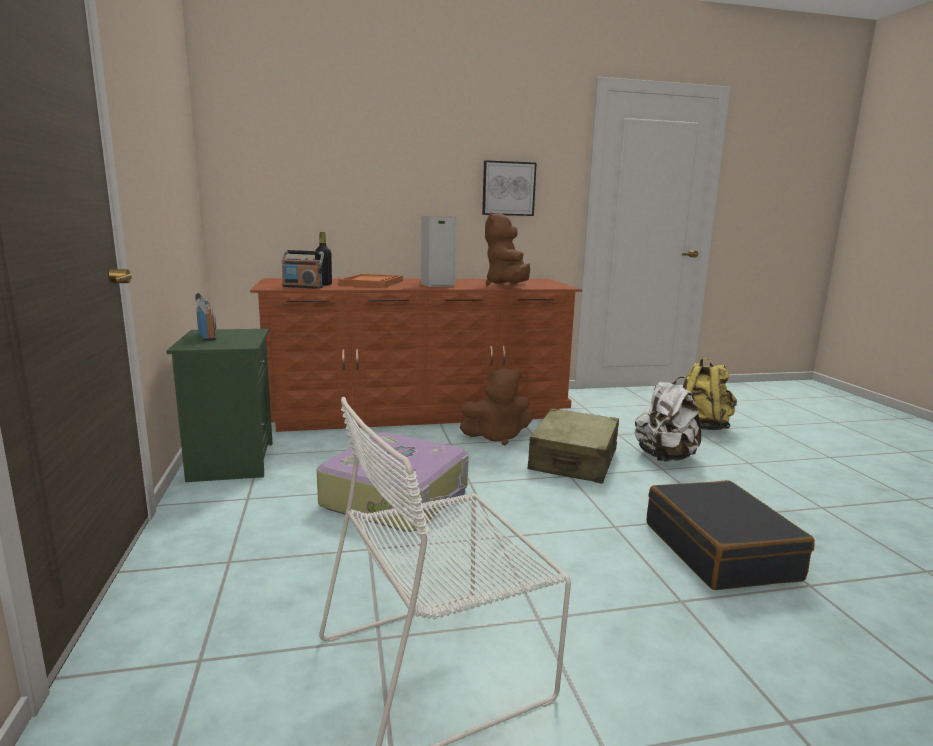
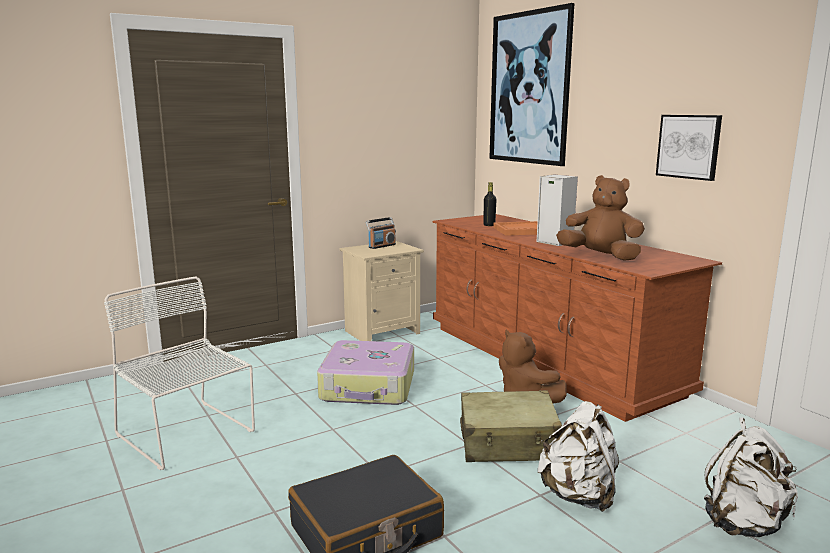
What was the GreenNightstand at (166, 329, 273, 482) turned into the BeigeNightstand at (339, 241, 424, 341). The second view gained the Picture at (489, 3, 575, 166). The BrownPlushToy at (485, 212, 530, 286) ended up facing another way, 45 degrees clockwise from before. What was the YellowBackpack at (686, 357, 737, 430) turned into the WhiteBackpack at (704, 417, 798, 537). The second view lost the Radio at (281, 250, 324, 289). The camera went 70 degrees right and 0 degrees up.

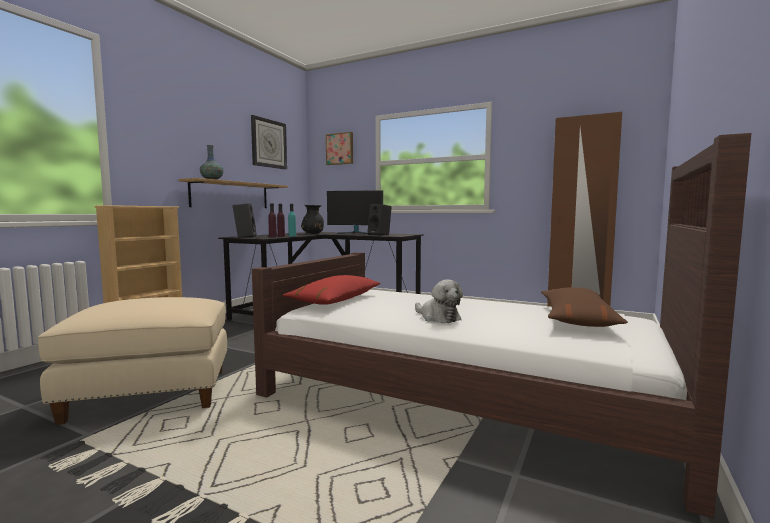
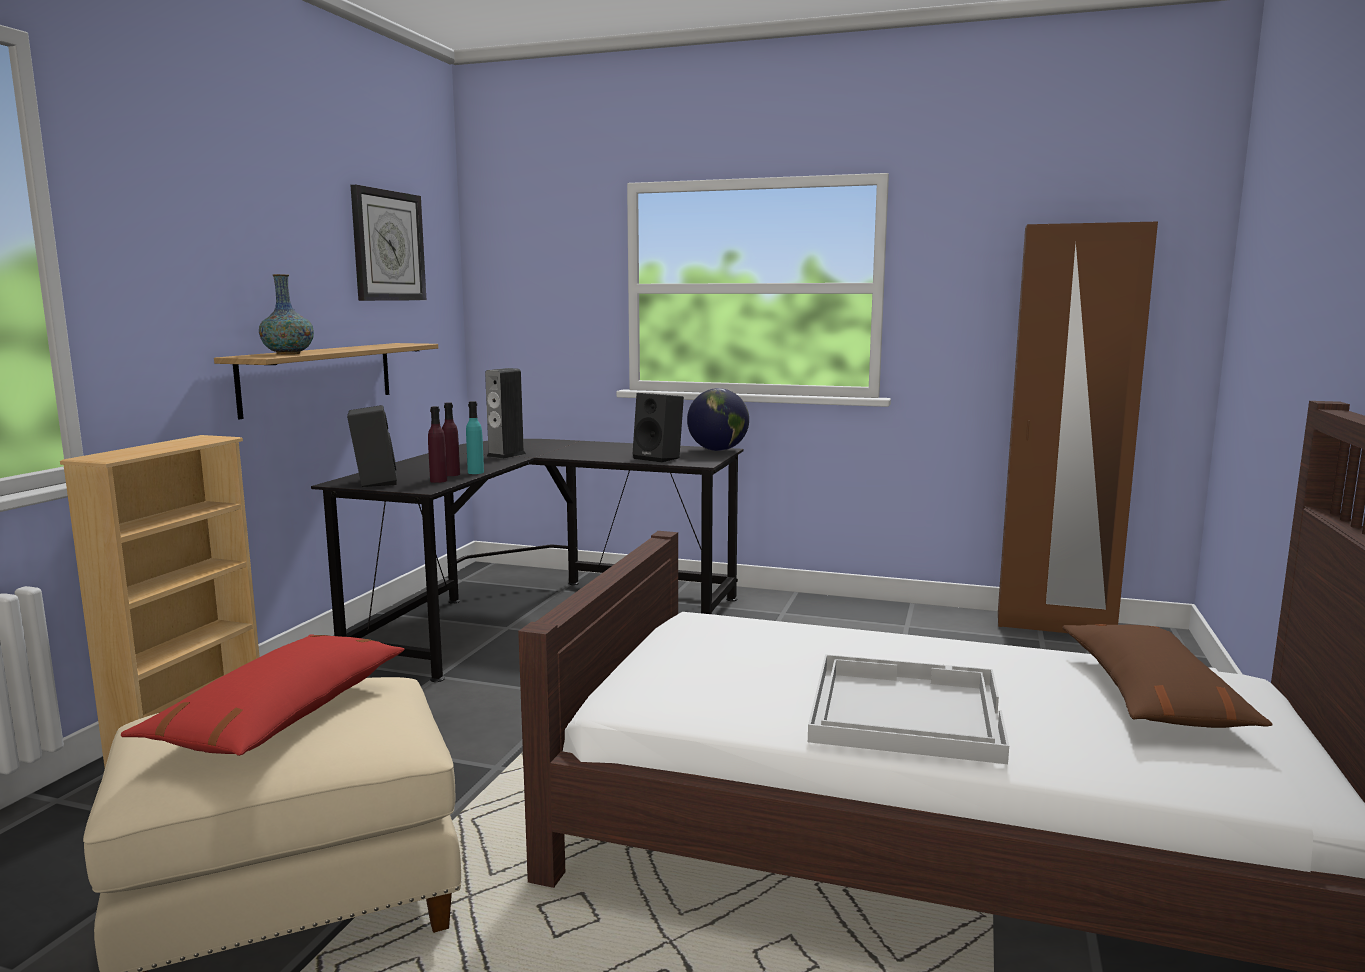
The RedPillow ended up elsewhere, having gone from (283, 275, 381, 305) to (121, 634, 405, 756). Where the BlackVase stood at (301, 205, 324, 234), the Speaker came to stand at (485, 368, 526, 459). The second view gained the Globe at (687, 388, 749, 451). Where the PlushToy stood at (415, 280, 463, 323), the WhiteTray came to stand at (808, 654, 1009, 764). The second view lost the Picture at (326, 132, 353, 165). The second view lost the Monitor at (327, 190, 383, 234). The camera went 10 degrees left and 5 degrees up.

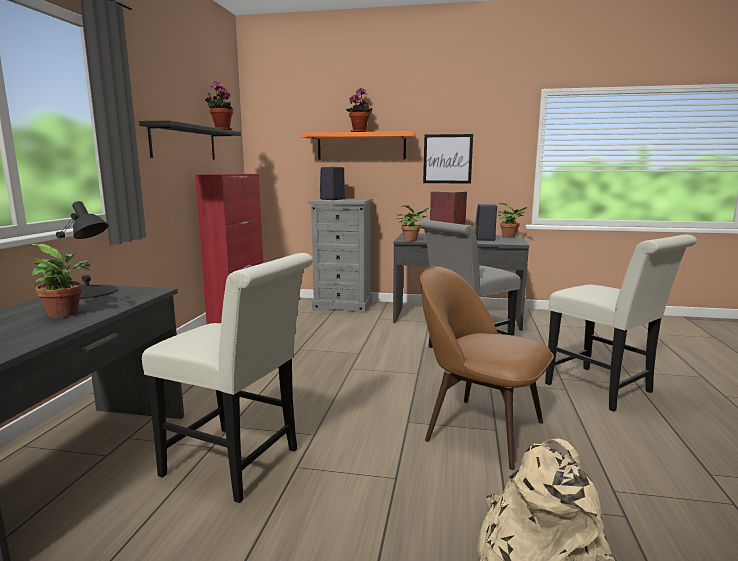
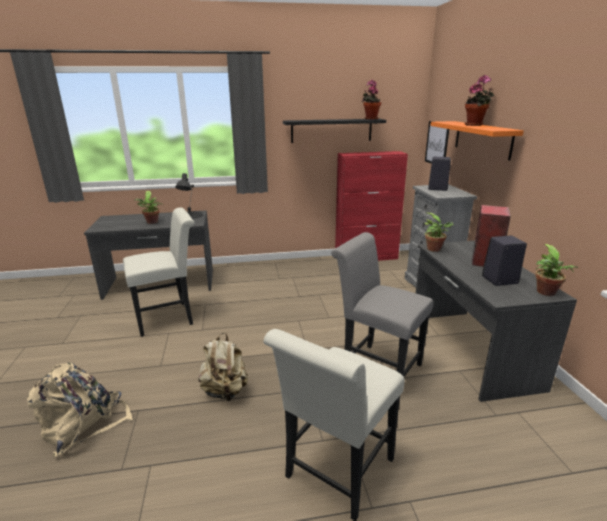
The WhiteChair at (142, 253, 313, 503) ended up facing another way, 120 degrees counterclockwise from before. Where the BrownChair stood at (420, 266, 554, 470), the BeigeBackpack came to stand at (198, 333, 248, 401). The Picture ended up elsewhere, having gone from (423, 134, 473, 184) to (425, 121, 449, 164). The camera went 70 degrees right and 10 degrees up.

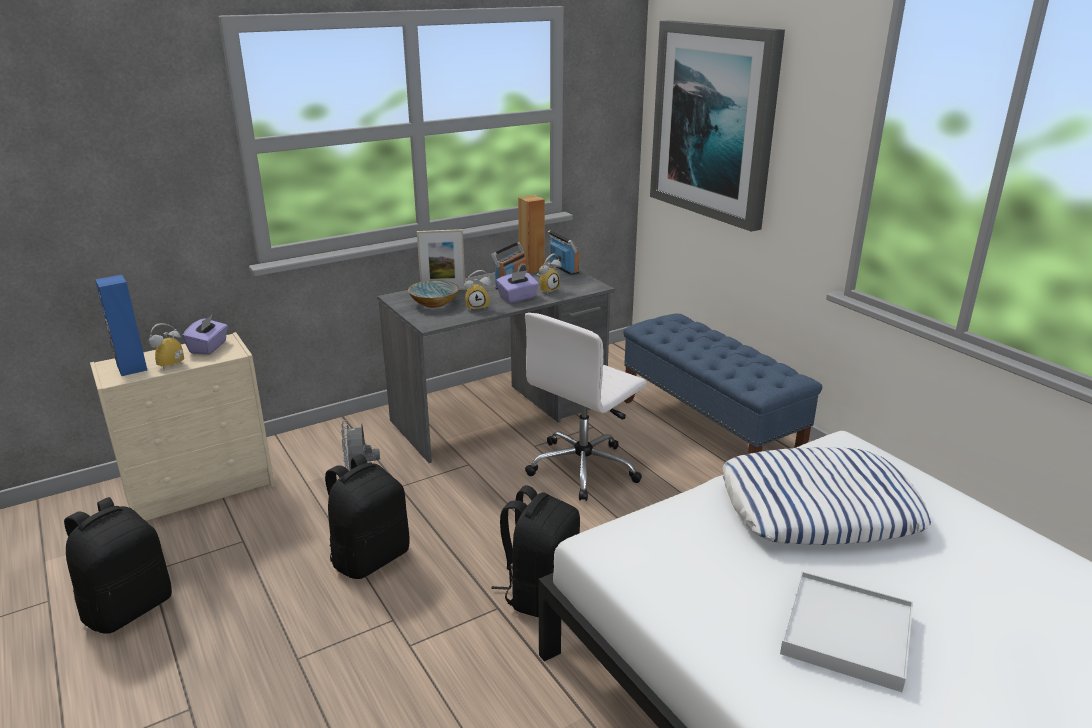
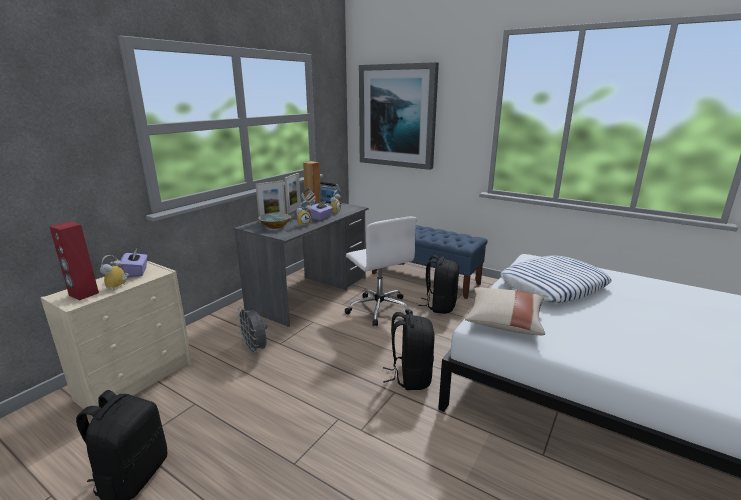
What was the BlueSpeaker at (95, 275, 147, 376) turned into the RedSpeaker at (49, 221, 99, 300). The second view gained the PictureFrame at (285, 173, 301, 214). The WhiteOfficeChair at (525, 313, 647, 501) ended up facing another way, 45 degrees counterclockwise from before. The BlackBackpack ended up elsewhere, having gone from (325, 454, 410, 579) to (418, 255, 459, 314). The second view gained the BeigePillow at (465, 287, 545, 336). The second view lost the WhiteTray at (780, 572, 913, 692). The camera went 25 degrees left and 5 degrees down.

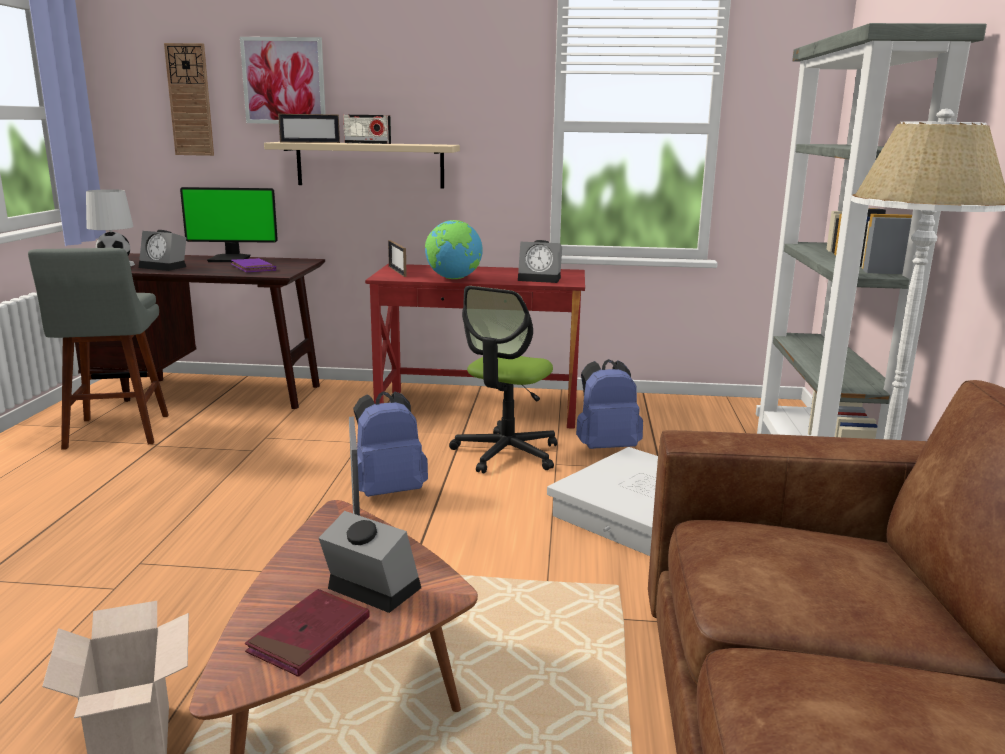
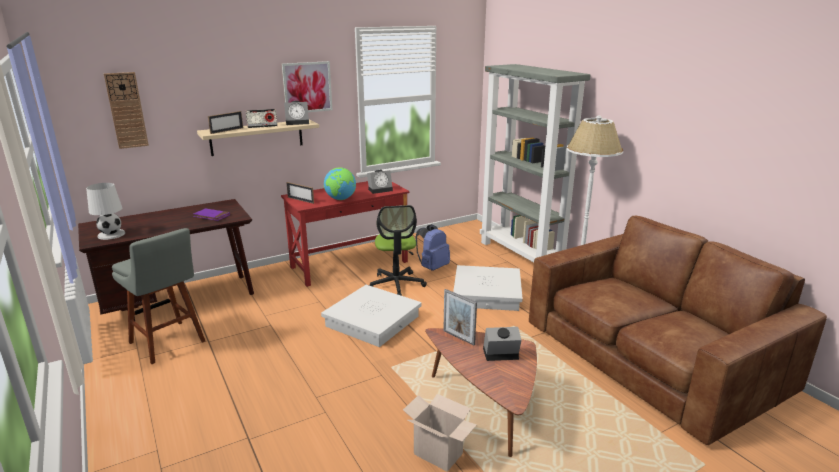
The Picture ended up elsewhere, having gone from (240, 37, 326, 124) to (282, 61, 332, 112). The AlarmClock ended up elsewhere, having gone from (139, 230, 186, 271) to (284, 101, 309, 125). Where the BlueBackpack stood at (353, 391, 428, 497), the WhiteStorageBox came to stand at (321, 285, 422, 347). The second view lost the Monitor at (180, 187, 278, 262). The second view lost the RedBook at (245, 589, 370, 677). The camera went 35 degrees left and 5 degrees up.

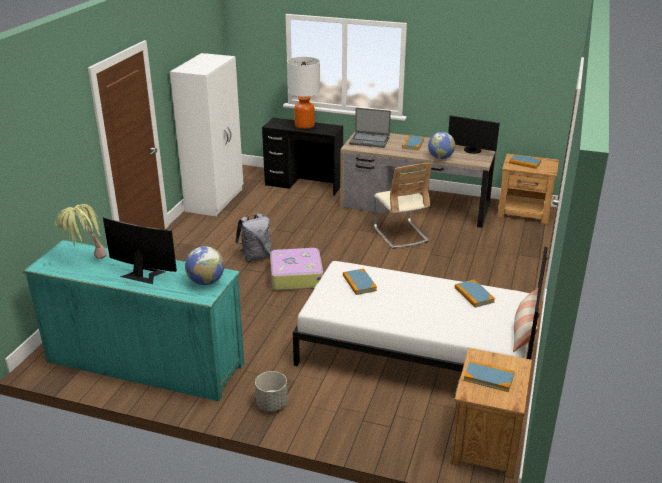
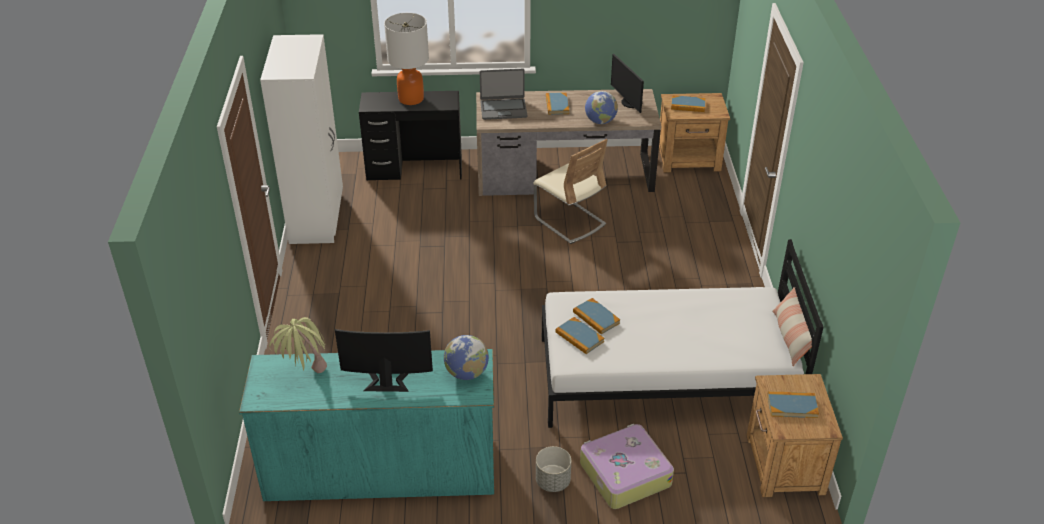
The Book ended up elsewhere, having gone from (455, 280, 495, 308) to (555, 317, 604, 354). The Suitcase ended up elsewhere, having gone from (270, 248, 323, 290) to (580, 424, 674, 509). The Monitor at (448, 115, 500, 154) ended up facing another way, 60 degrees clockwise from before. The second view lost the GreyBackpack at (235, 213, 271, 262). The camera went 20 degrees left and 10 degrees up.

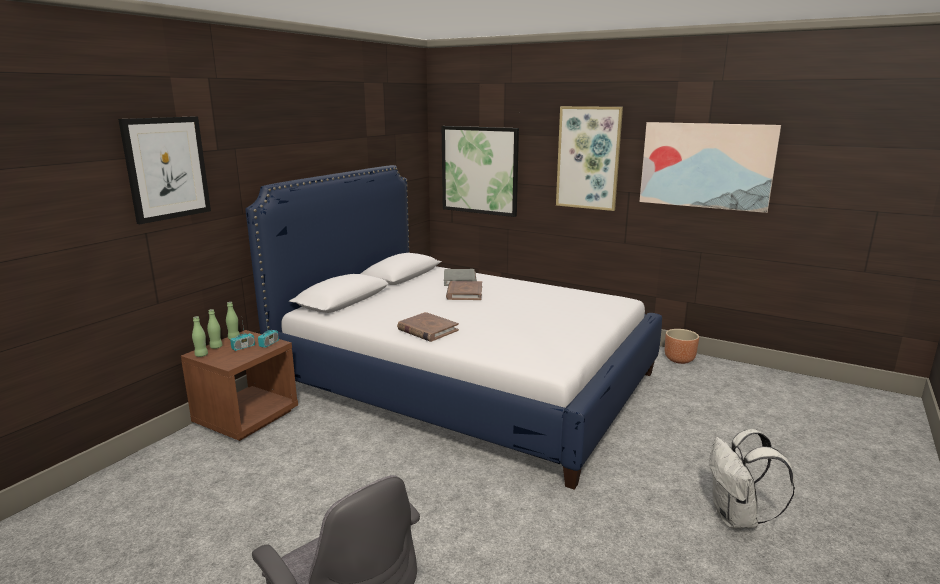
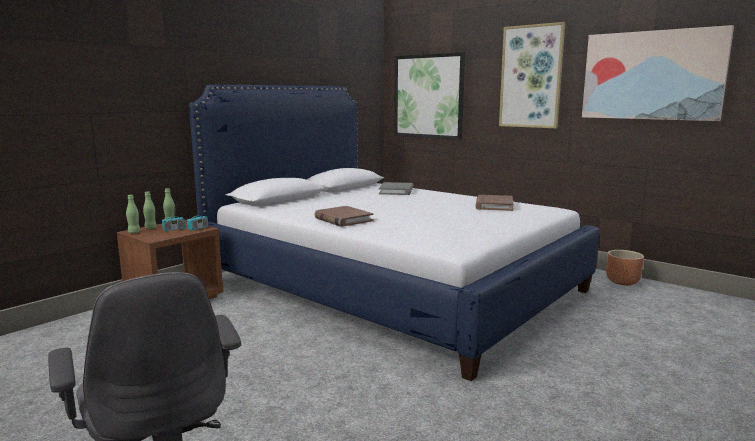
The BrownBook ended up elsewhere, having gone from (446, 281, 482, 300) to (475, 195, 514, 211). The second view lost the Picture at (118, 116, 211, 224). The second view lost the WhiteBackpack at (709, 429, 795, 528). The camera went 10 degrees right and 5 degrees down.

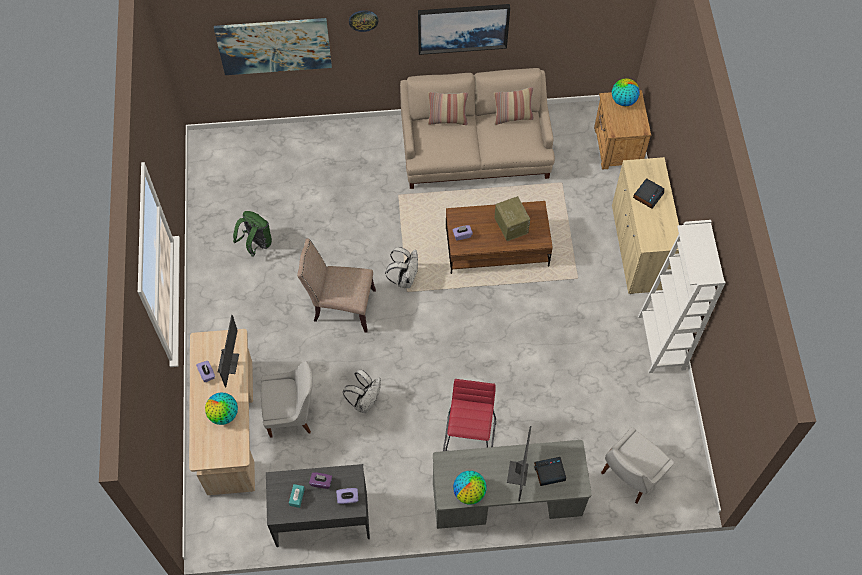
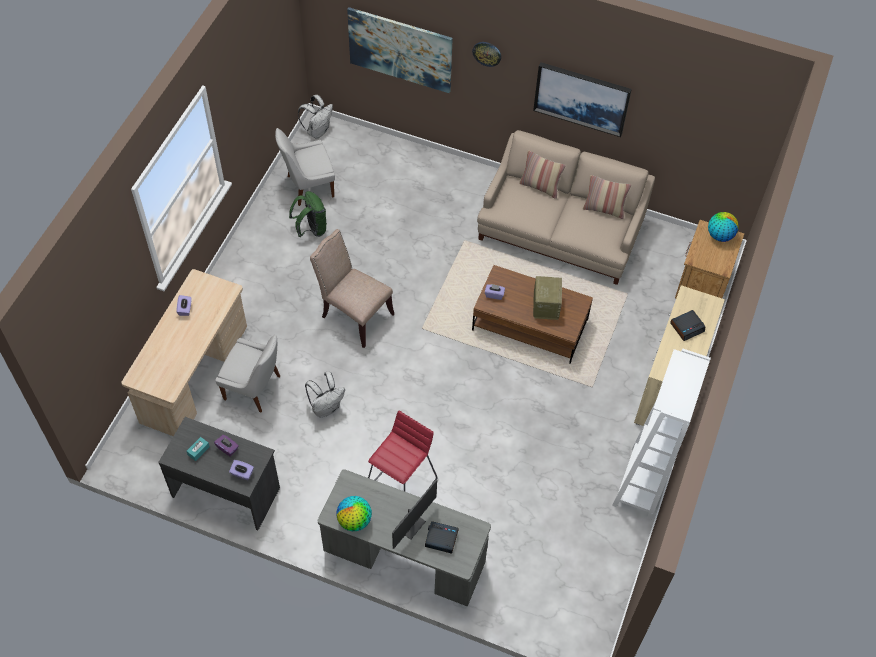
The WhiteChair ended up elsewhere, having gone from (601, 427, 674, 504) to (275, 128, 335, 206). The WhiteBackpack ended up elsewhere, having gone from (385, 247, 418, 288) to (298, 95, 333, 139). The second view lost the Globe at (205, 392, 238, 425). The second view lost the Monitor at (218, 315, 239, 387). The camera went 25 degrees right and 5 degrees down.

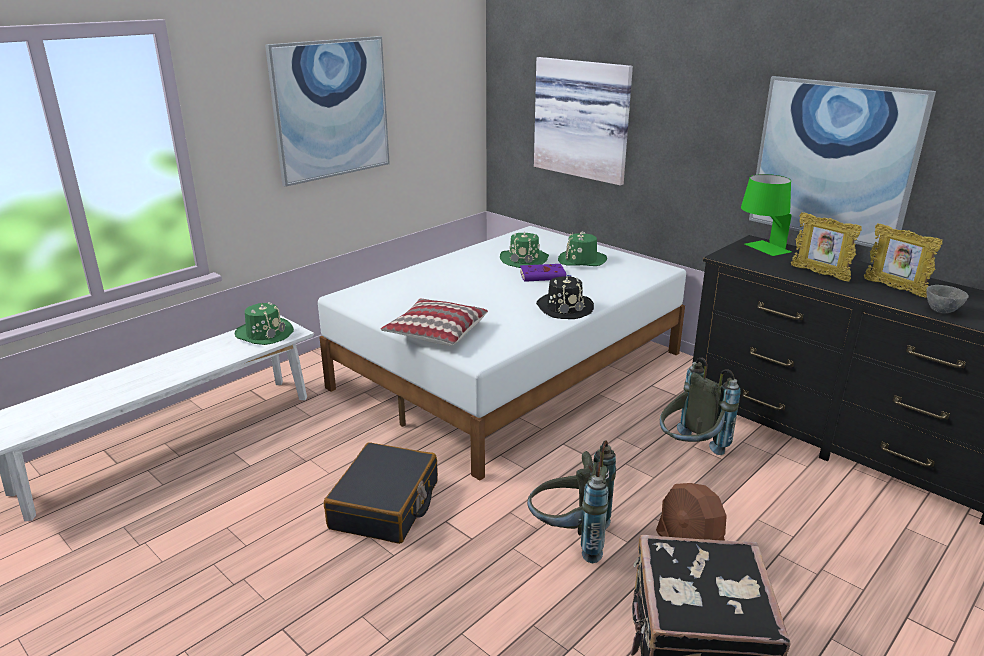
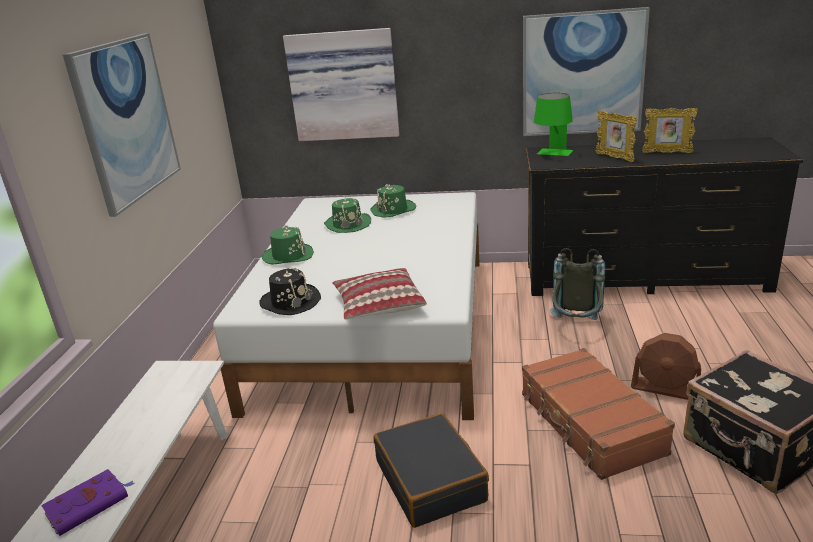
The PurpleBook ended up elsewhere, having gone from (520, 264, 571, 282) to (41, 469, 135, 536). The BlackHat ended up elsewhere, having gone from (536, 276, 594, 319) to (259, 268, 321, 315). The GreenHat ended up elsewhere, having gone from (235, 302, 294, 345) to (262, 226, 314, 265). Where the GreyBackpack stood at (527, 440, 616, 564), the BrownSuitcase came to stand at (522, 348, 675, 480). The PictureFrame at (791, 212, 862, 282) ended up facing another way, 45 degrees clockwise from before. The second view lost the GreyBowl at (926, 285, 969, 314). The camera went 35 degrees left and 0 degrees up.

